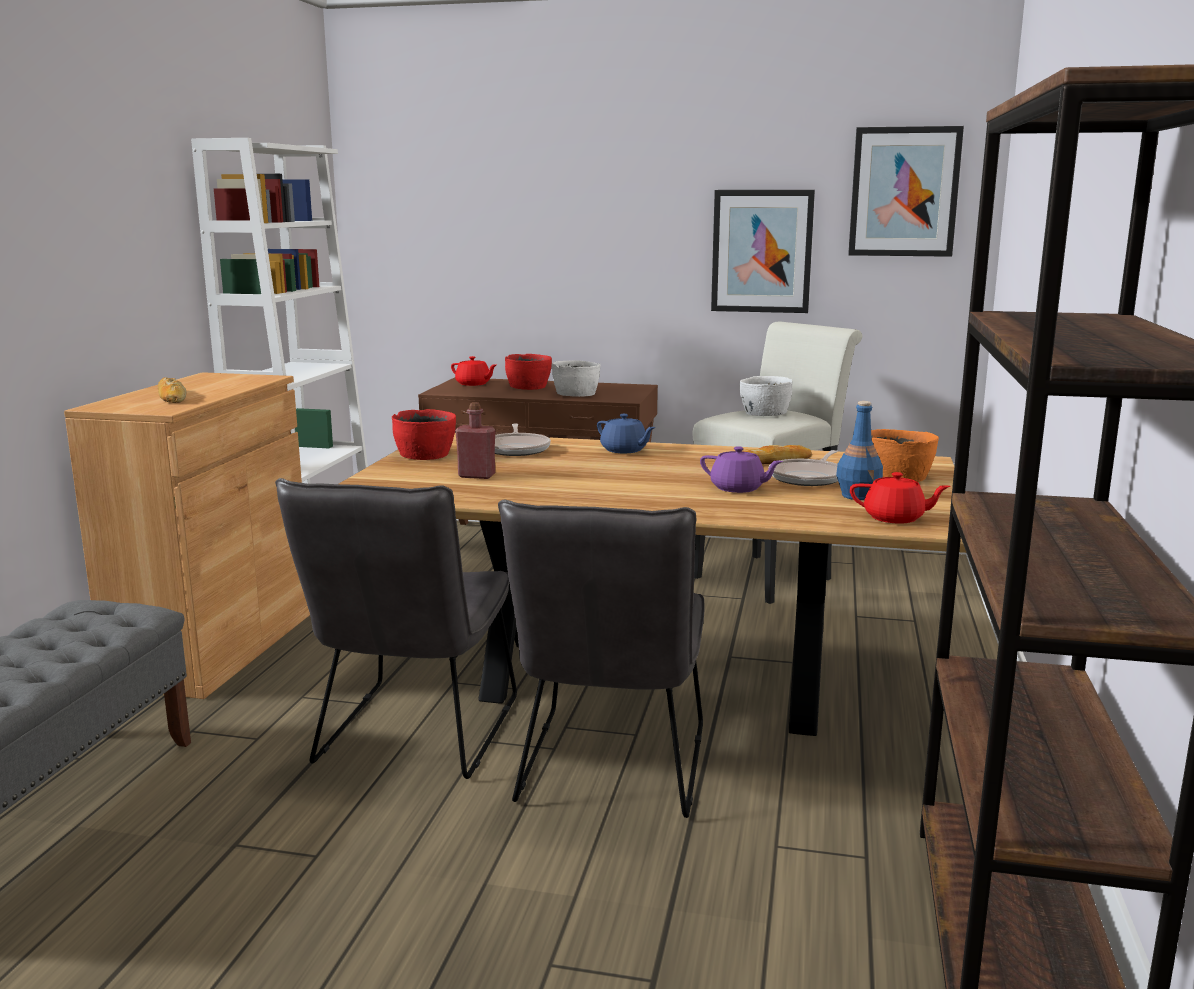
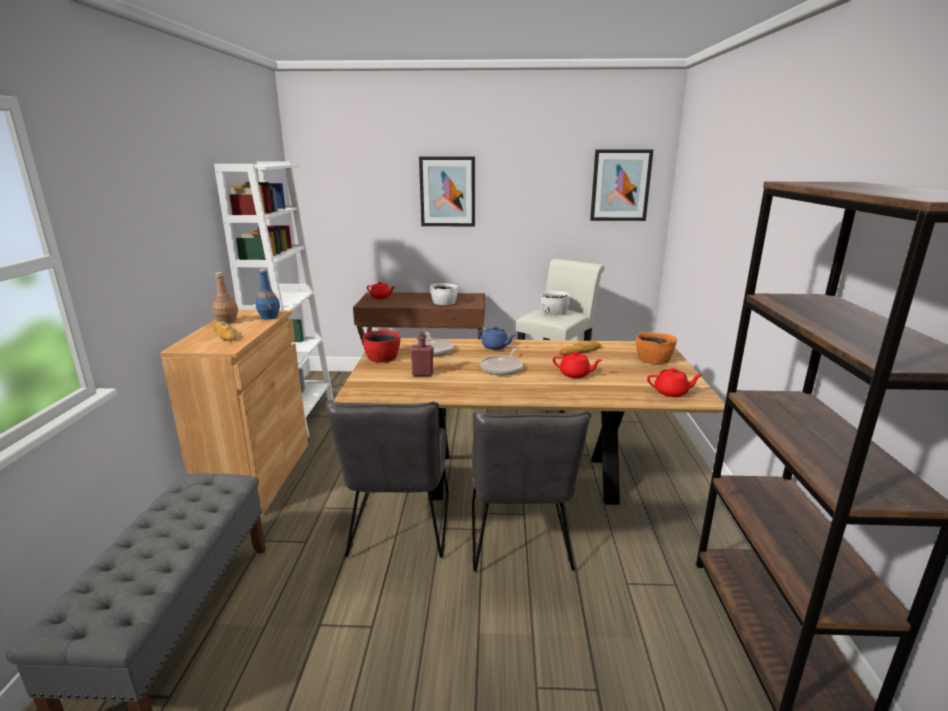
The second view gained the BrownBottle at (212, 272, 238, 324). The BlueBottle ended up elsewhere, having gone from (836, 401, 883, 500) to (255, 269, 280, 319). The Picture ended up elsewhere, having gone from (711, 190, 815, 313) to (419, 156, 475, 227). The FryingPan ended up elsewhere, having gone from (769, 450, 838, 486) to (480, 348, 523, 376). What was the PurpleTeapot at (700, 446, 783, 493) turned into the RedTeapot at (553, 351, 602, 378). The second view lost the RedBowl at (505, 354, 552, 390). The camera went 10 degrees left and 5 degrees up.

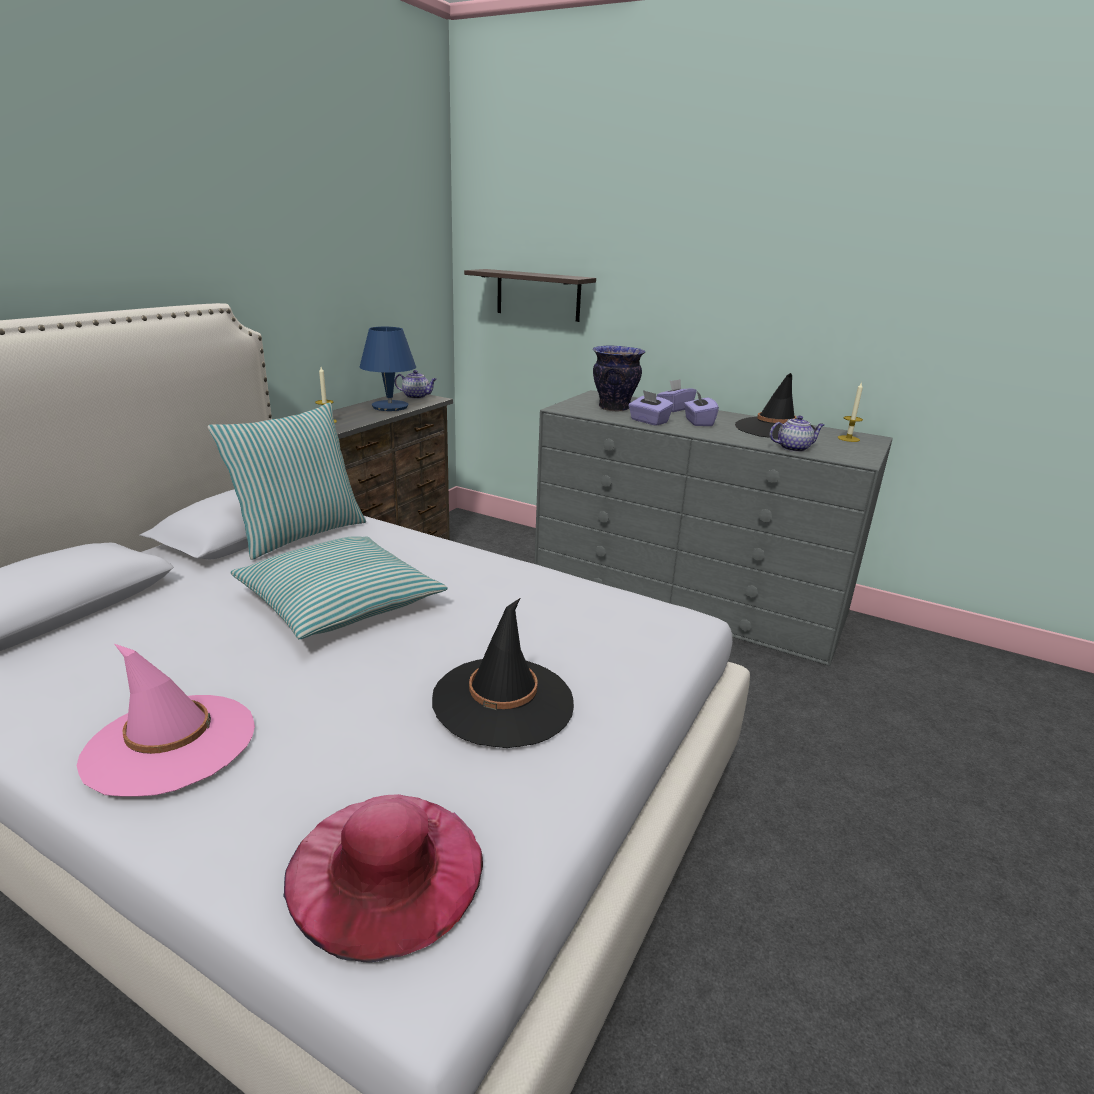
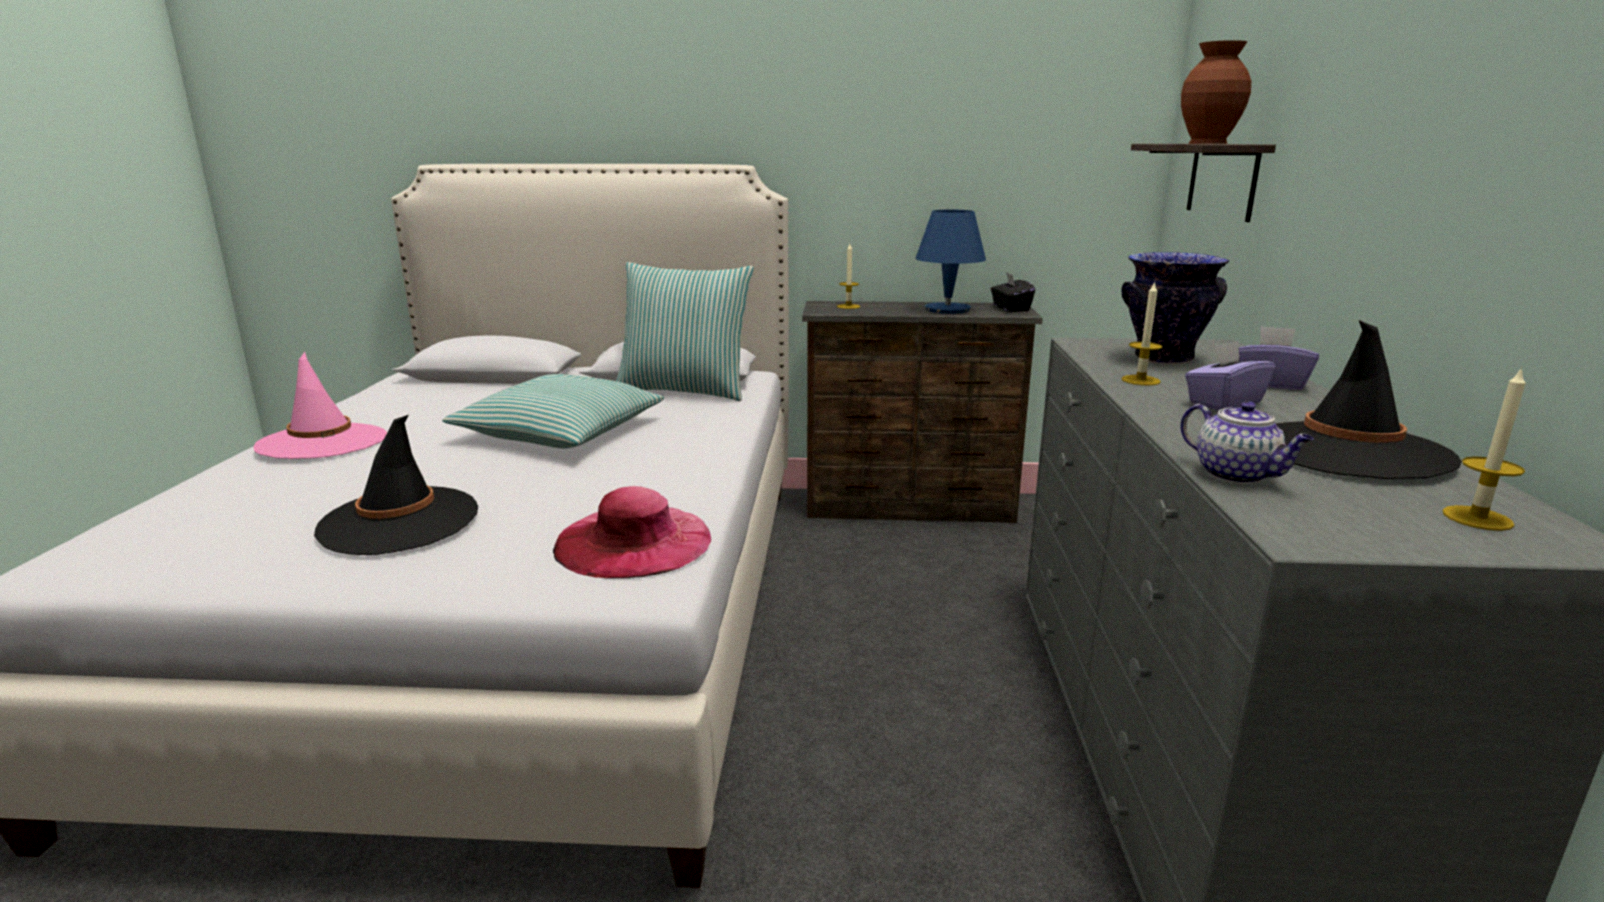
The PinkHat ended up elsewhere, having gone from (283, 794, 483, 963) to (553, 486, 711, 578). Where the Teapot stood at (394, 370, 437, 399), the BlackTissueBox came to stand at (991, 272, 1035, 312). Where the PurpleTissueBox stood at (629, 390, 674, 426), the Candle came to stand at (1121, 281, 1163, 386). The second view gained the BrownVase at (1181, 40, 1251, 144). The camera went 65 degrees right and 5 degrees down.

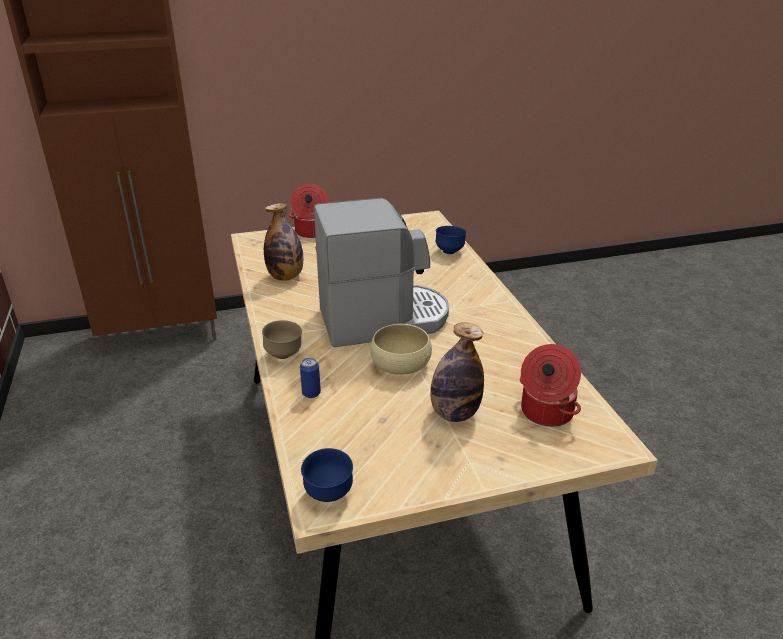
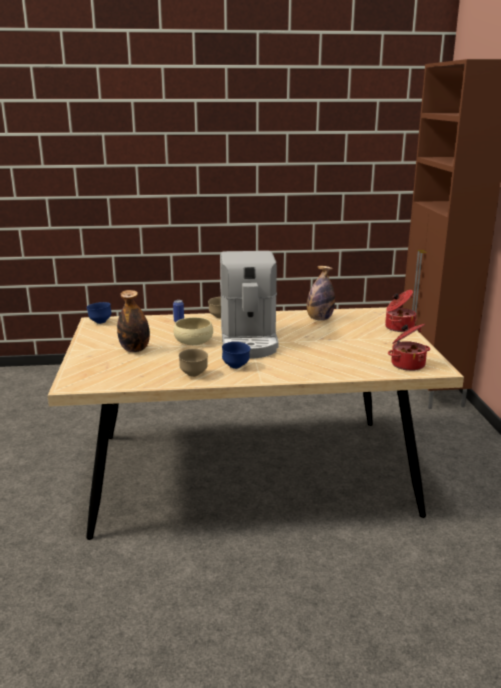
The second view gained the BrownBowl at (179, 349, 208, 377). The BlueBowl ended up elsewhere, having gone from (436, 226, 467, 254) to (222, 342, 250, 369). The CookingPot ended up elsewhere, having gone from (520, 344, 581, 427) to (388, 324, 430, 371). The camera went 100 degrees right and 10 degrees down.

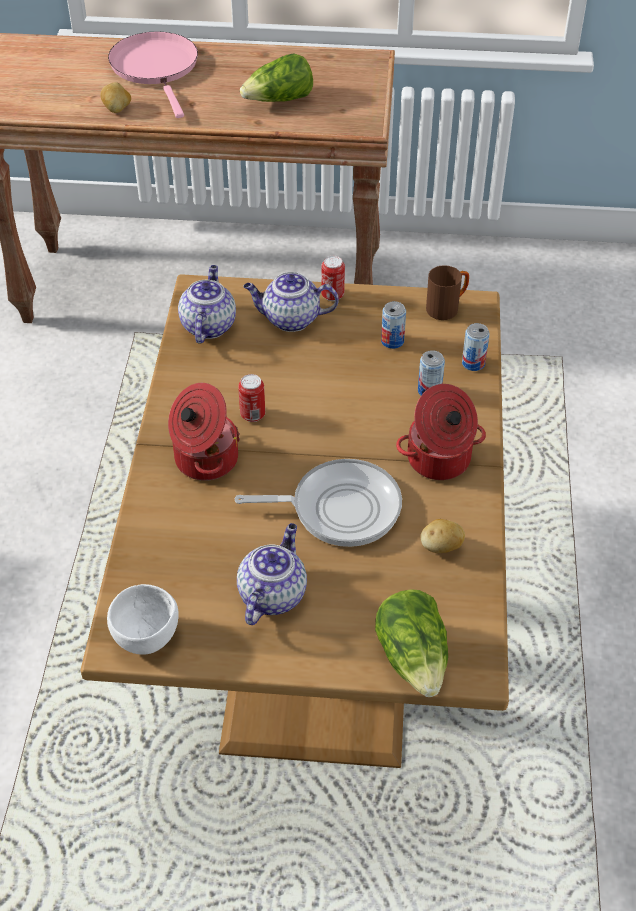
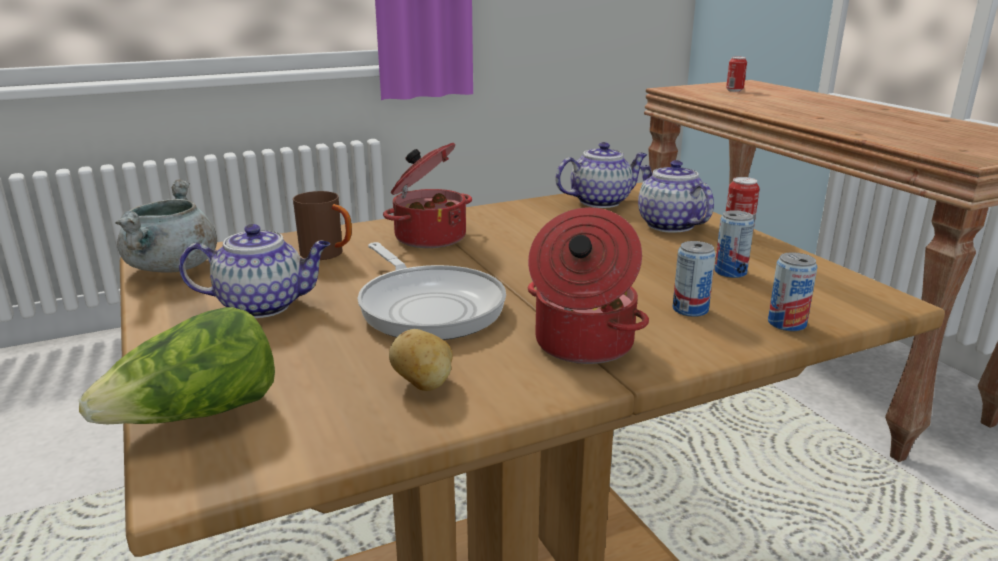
Where the WhiteBowl stood at (107, 584, 179, 655), the GreyCookingPot came to stand at (115, 179, 217, 272). The BrownMug ended up elsewhere, having gone from (426, 266, 469, 320) to (293, 191, 352, 260). The Can ended up elsewhere, having gone from (238, 374, 265, 422) to (726, 57, 747, 92). The second view lost the Potato at (100, 82, 131, 113). The second view lost the PinkFryingPan at (108, 32, 198, 118). The second view lost the Lettuce at (240, 54, 313, 102). The camera went 60 degrees right and 25 degrees down.

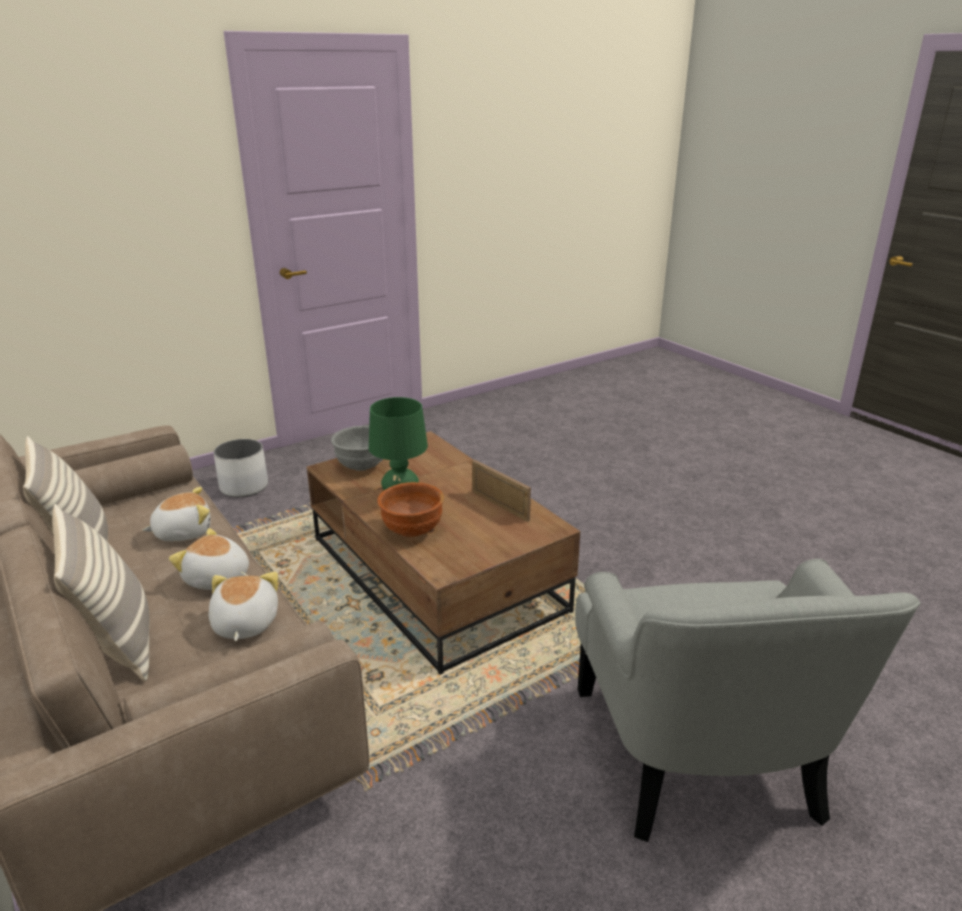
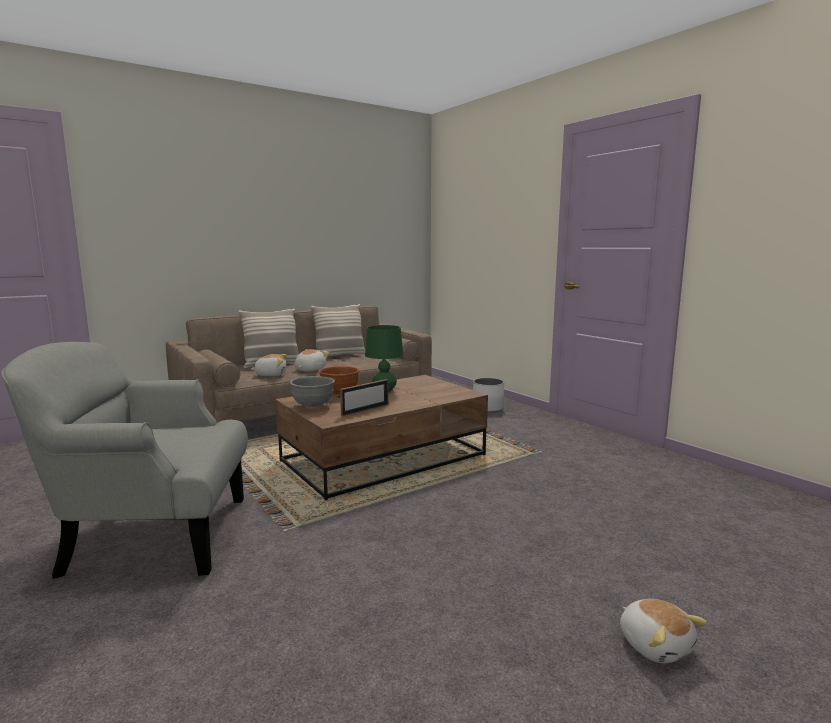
The GreyBowl ended up elsewhere, having gone from (331, 426, 383, 471) to (289, 376, 335, 408). The PlushToy ended up elsewhere, having gone from (142, 487, 211, 541) to (620, 599, 707, 663). The camera went 90 degrees right and 15 degrees down.

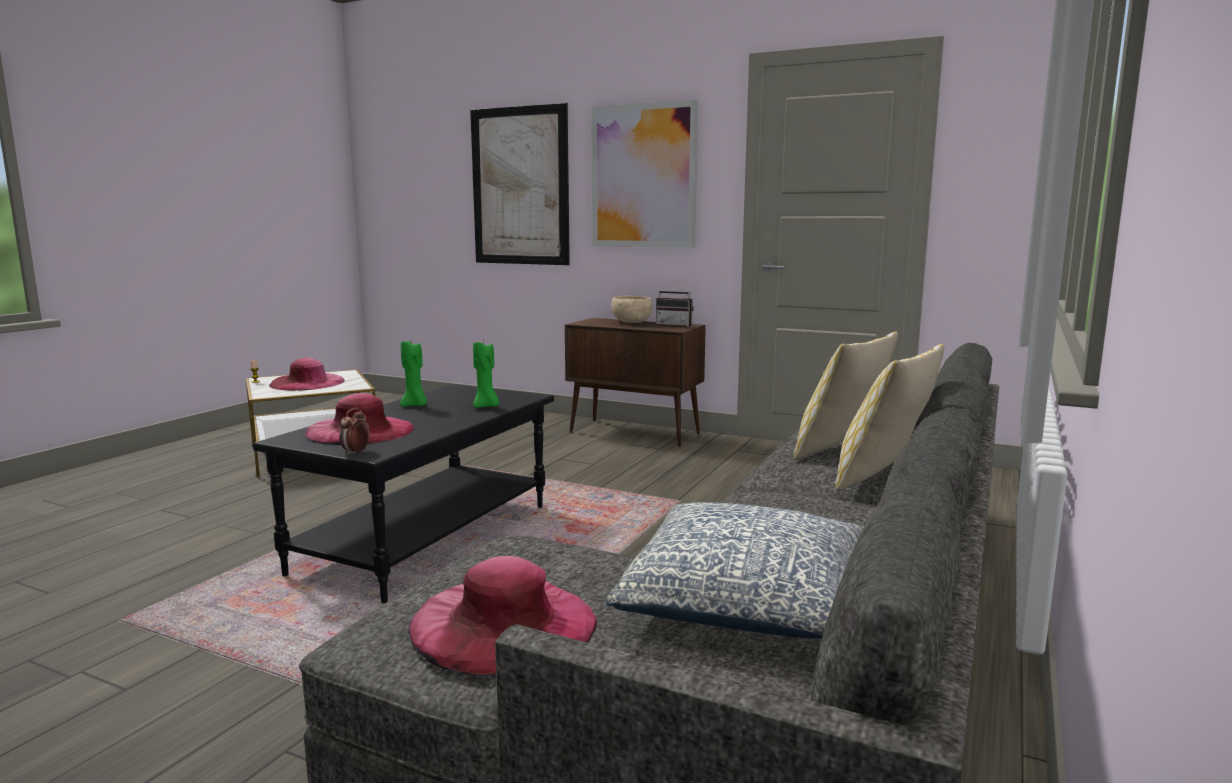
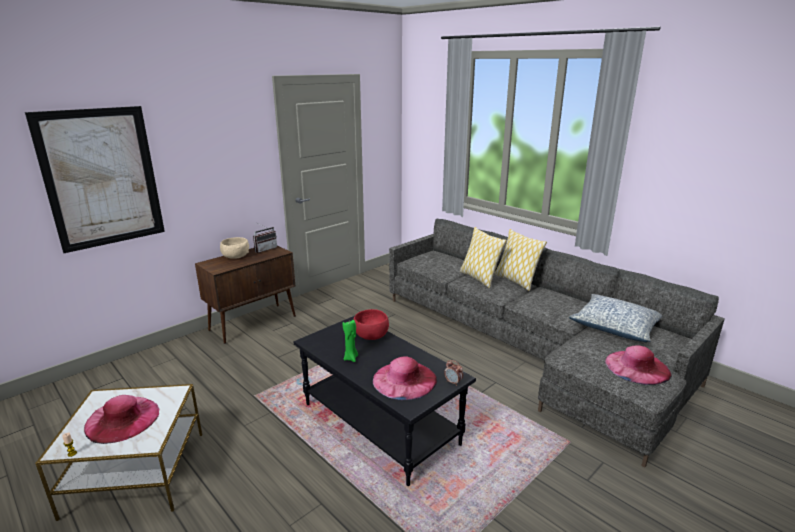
Where the GreenCandle stood at (473, 342, 499, 408), the RedBowl came to stand at (353, 309, 389, 340). The second view lost the Picture at (591, 100, 698, 248). The camera went 70 degrees left and 10 degrees up.

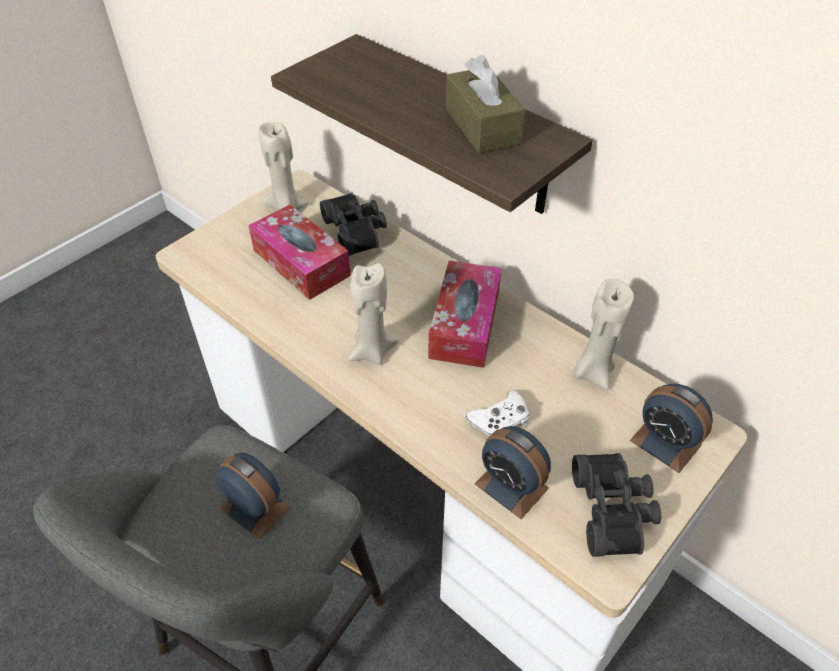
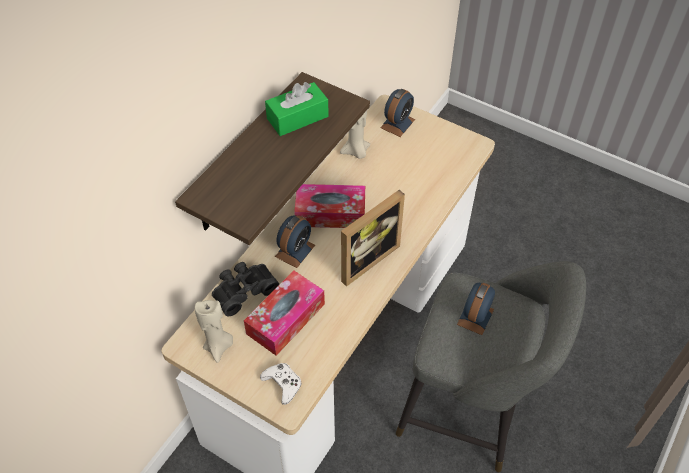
The WhiteGameController ended up elsewhere, having gone from (466, 390, 529, 436) to (260, 363, 301, 405). What was the BrownTissueBox at (446, 55, 526, 153) turned into the GreenTissueBox at (265, 82, 329, 136). The AlarmClock ended up elsewhere, having gone from (475, 426, 551, 519) to (275, 215, 315, 268). Where the BeigeCandle stood at (348, 263, 399, 365), the PictureFrame came to stand at (341, 190, 405, 287). The second view lost the BlackBinoculars at (572, 453, 661, 557). The camera went 100 degrees left and 5 degrees up.

